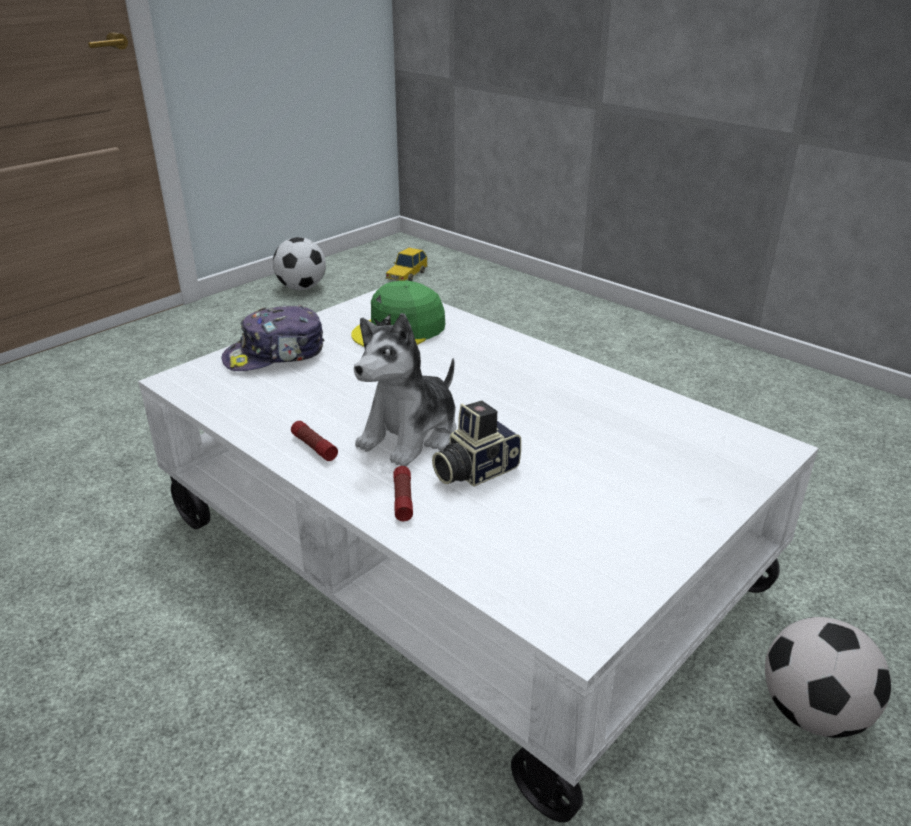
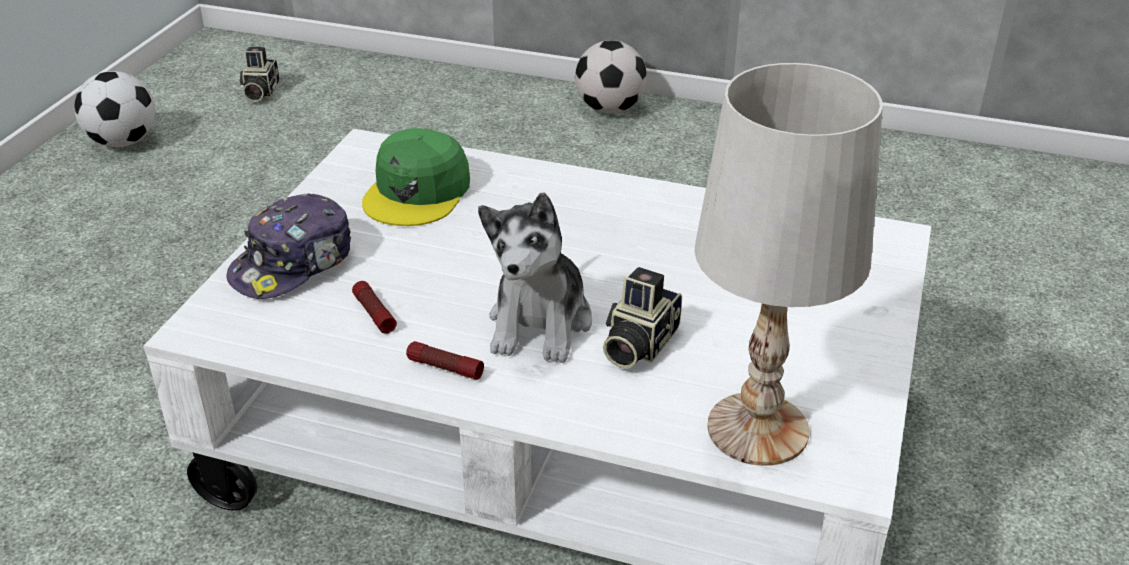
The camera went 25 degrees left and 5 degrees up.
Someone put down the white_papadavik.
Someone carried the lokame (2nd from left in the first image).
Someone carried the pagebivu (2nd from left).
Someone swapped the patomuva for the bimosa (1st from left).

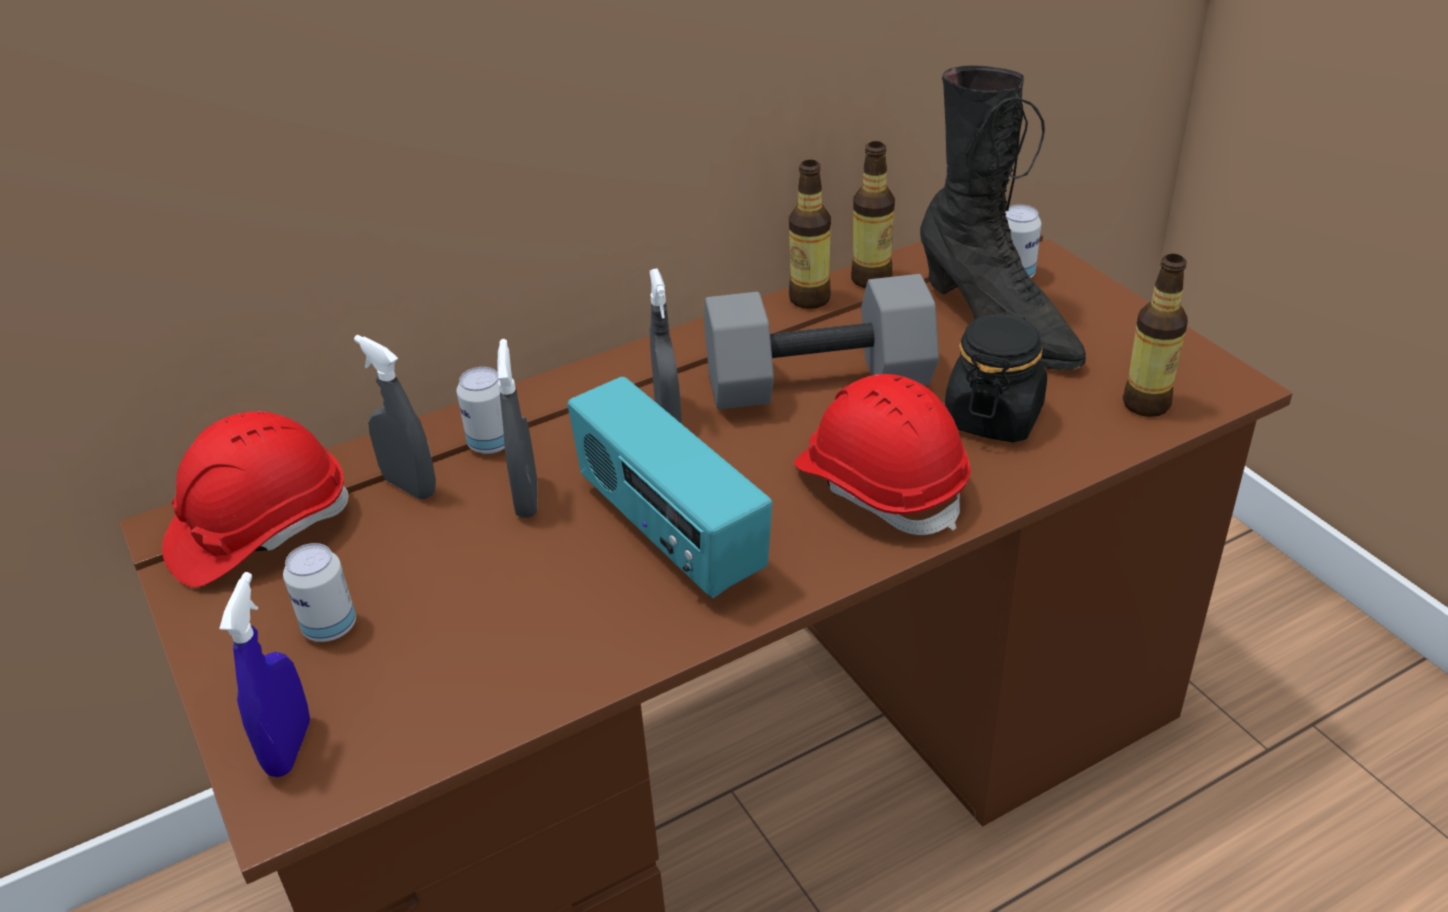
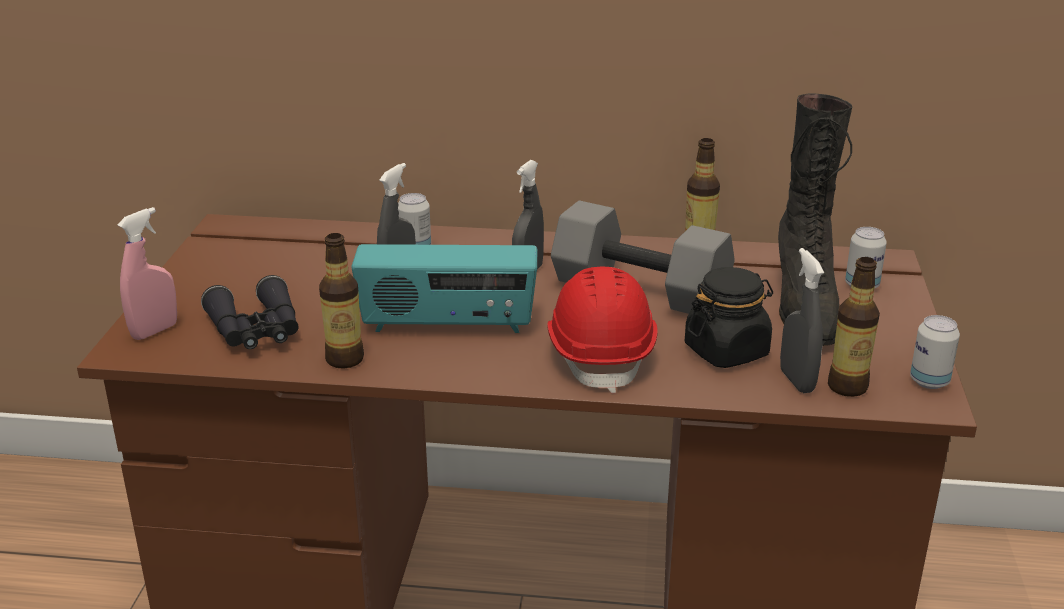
The camera went 35 degrees right and 10 degrees down.
Someone took away the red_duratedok (1st from left).
Someone put down the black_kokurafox.
Someone carried the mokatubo (1st from left in the first image).
Someone carried the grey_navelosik (1st from left in the first image).
Someone carried the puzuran (2nd from left in the first image).
Someone repainted the blue_navelosik, which became the pink_navelosik.
Someone rotated the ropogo by 90 degrees counterclockwise.

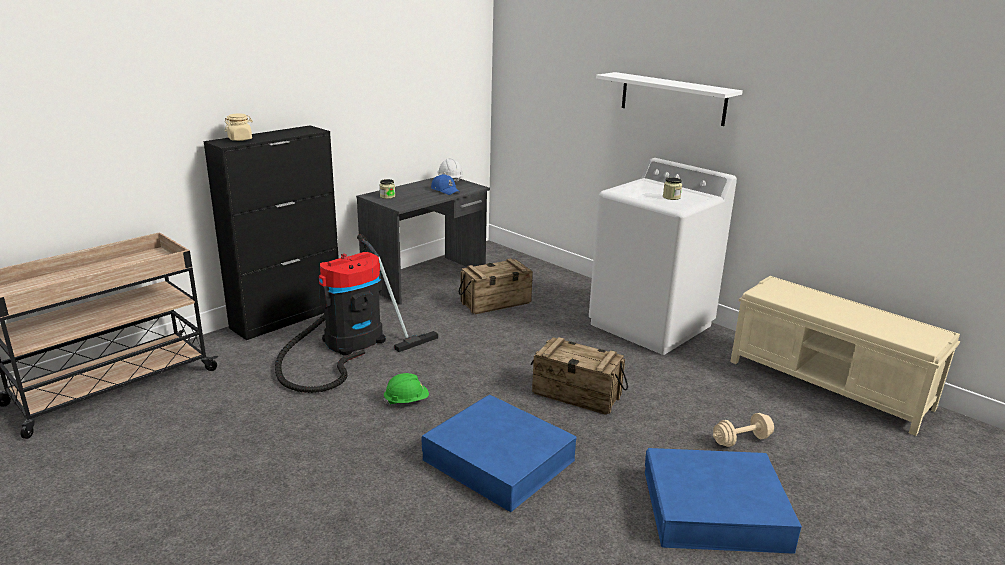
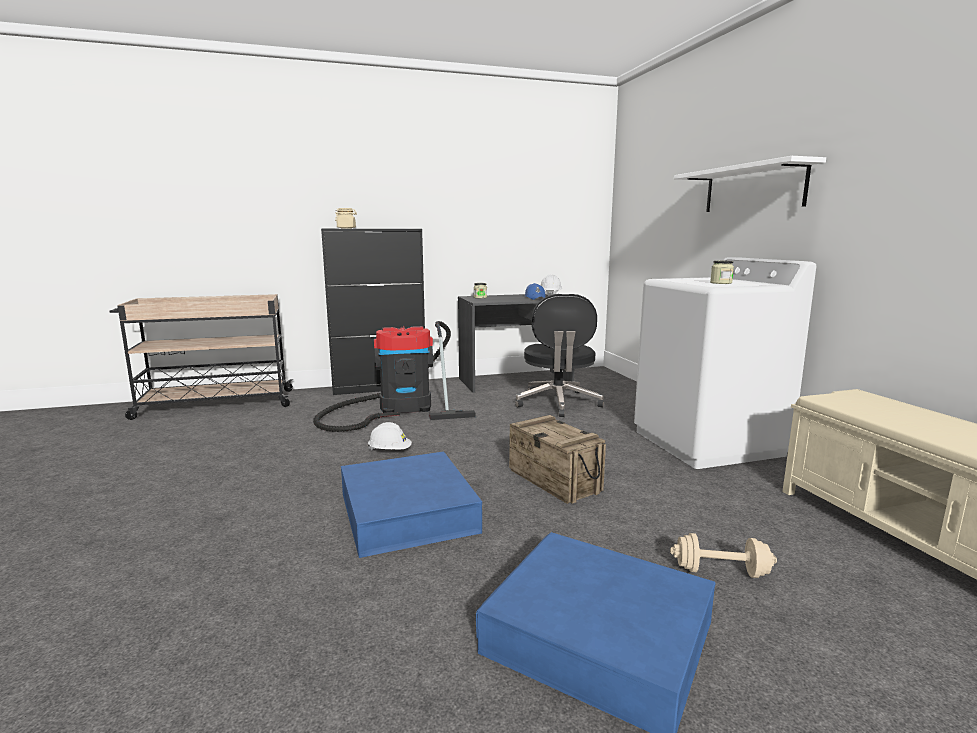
The camera went 30 degrees right and 10 degrees down.
Someone swapped the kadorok (1st from left) for the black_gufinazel.
Someone repainted the green_duratedok, which became the white_duratedok (1st from left).

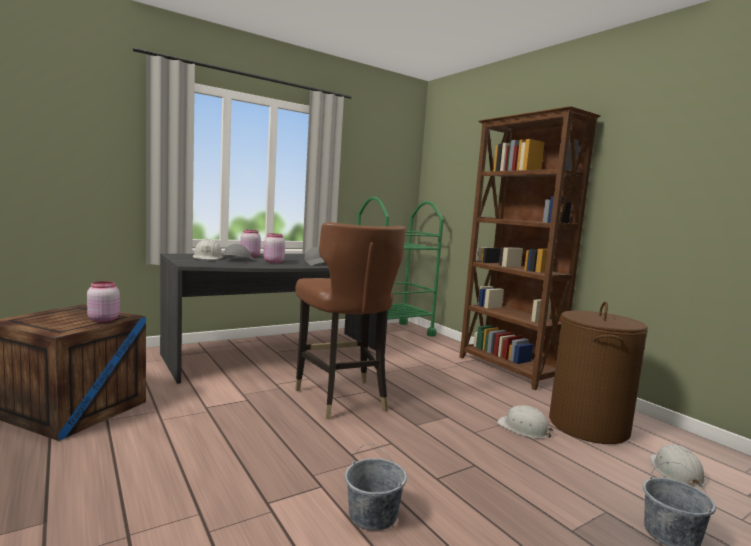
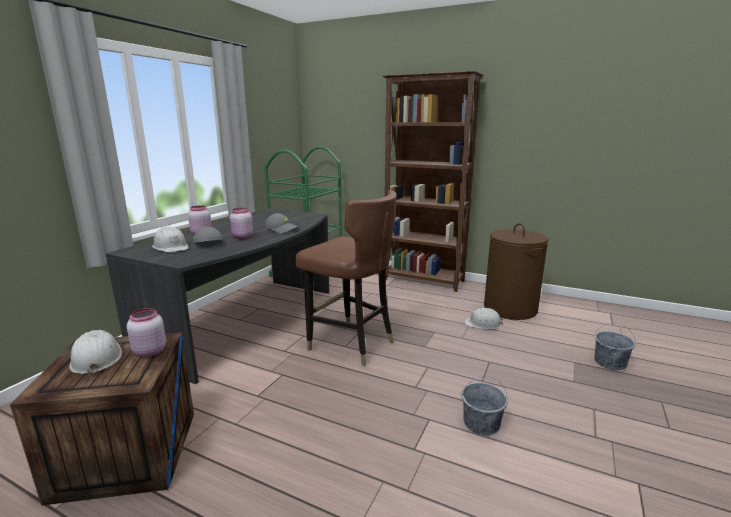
The camera went 30 degrees left and 10 degrees up.
Someone carried the white_duratedok (3rd from left in the first image).

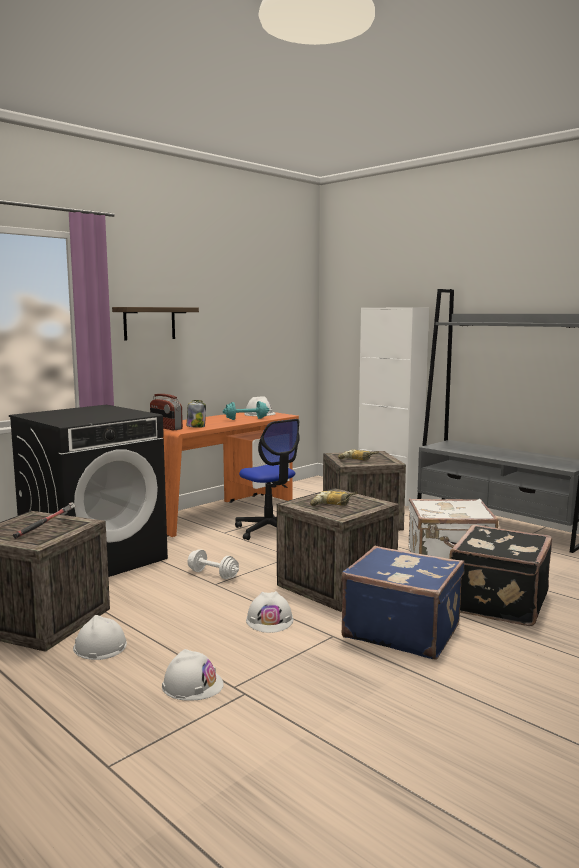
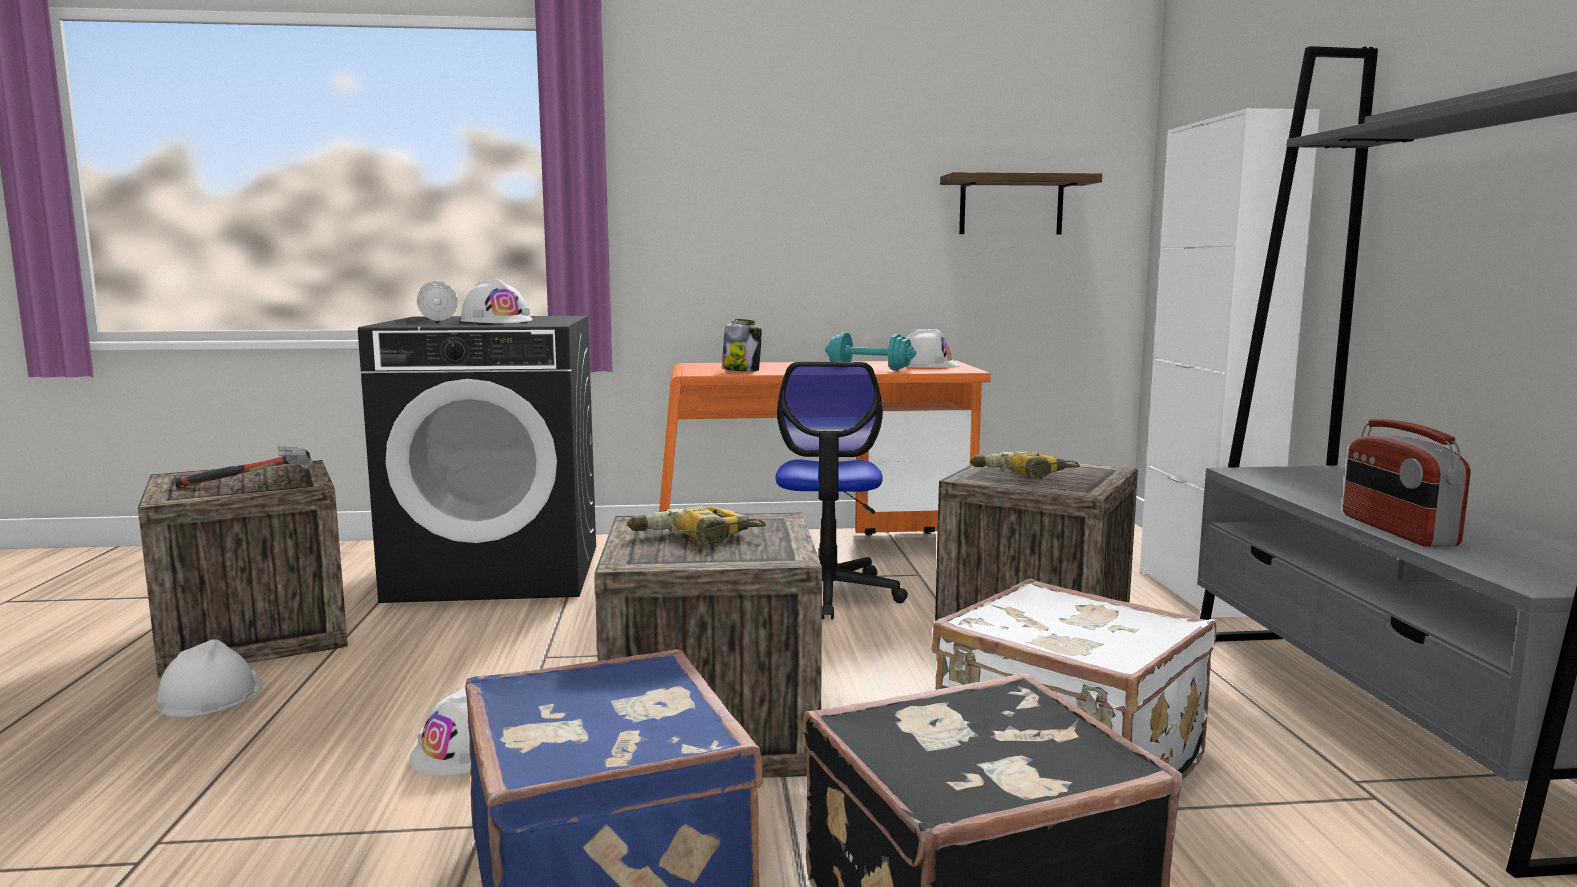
The camera went 40 degrees right and 0 degrees up.
Someone carried the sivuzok.
Someone carried the ropogo.
Someone carried the white_duratedok (2nd from left in the first image).
Someone carried the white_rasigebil.

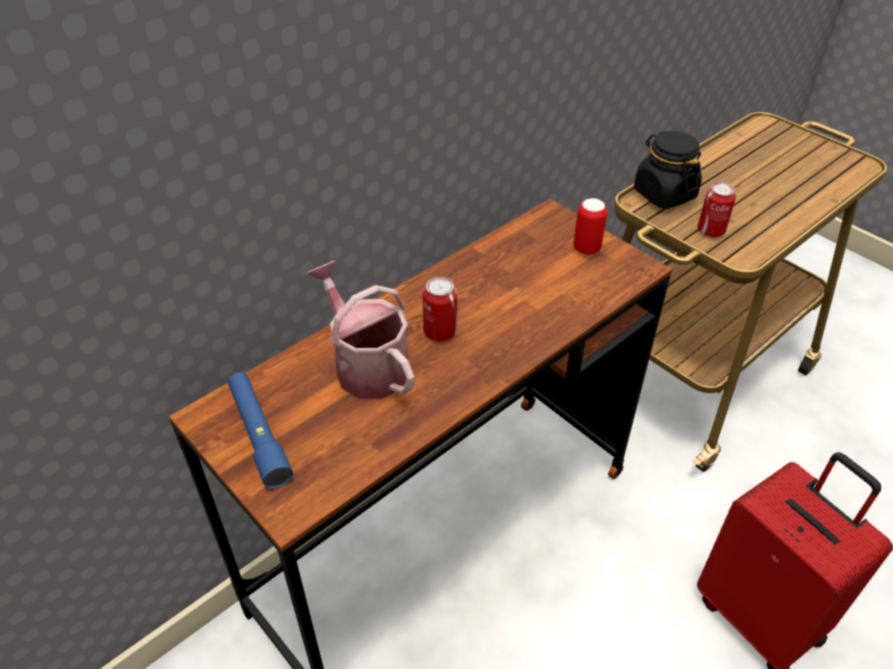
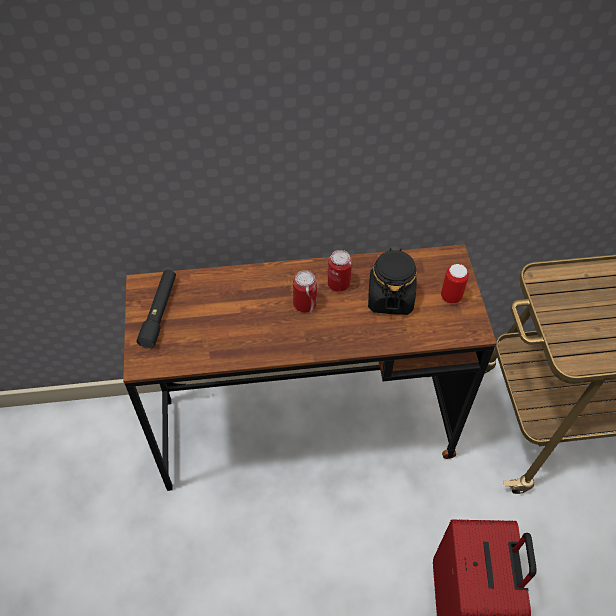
The camera went 35 degrees right and 10 degrees up.
Someone took away the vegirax.
Someone carried the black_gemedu.
Someone carried the mokatubo (3rd from left in the first image).
Someone repainted the blue_lokame, which became the black_lokame.

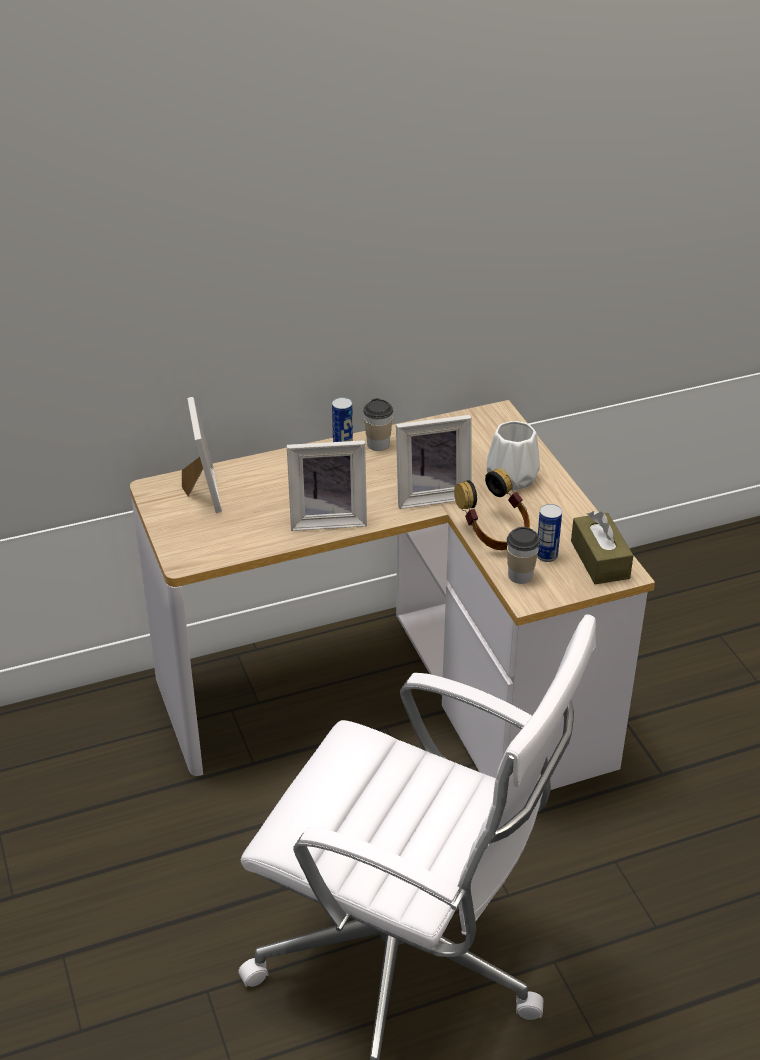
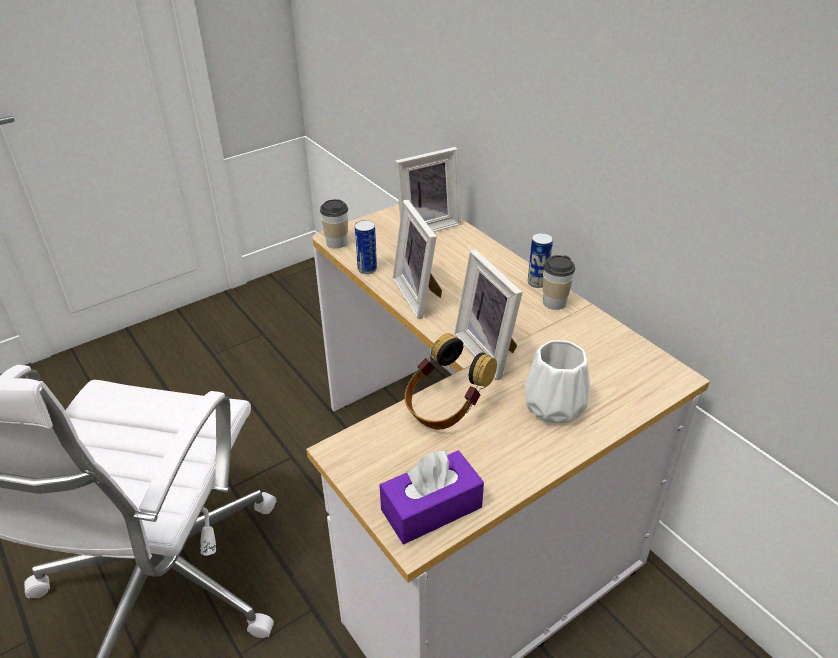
The camera went 75 degrees right and 0 degrees up.
Someone carried the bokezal (2nd from left in the first image).
Someone carried the mokatubo (2nd from left in the first image).
Someone repainted the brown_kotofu, which became the purple_kotofu.

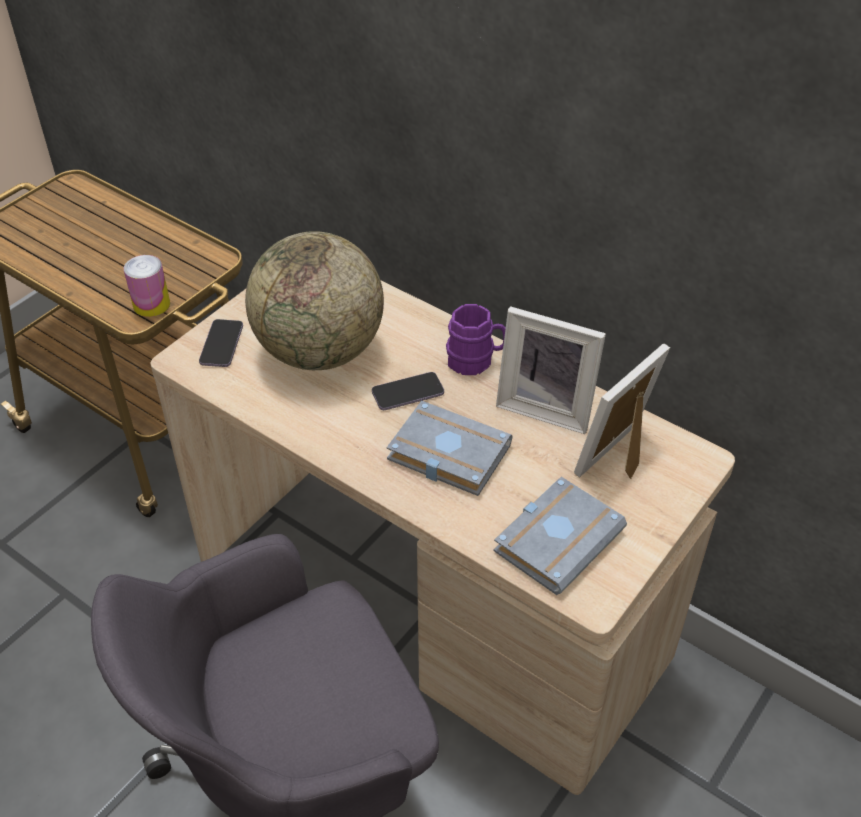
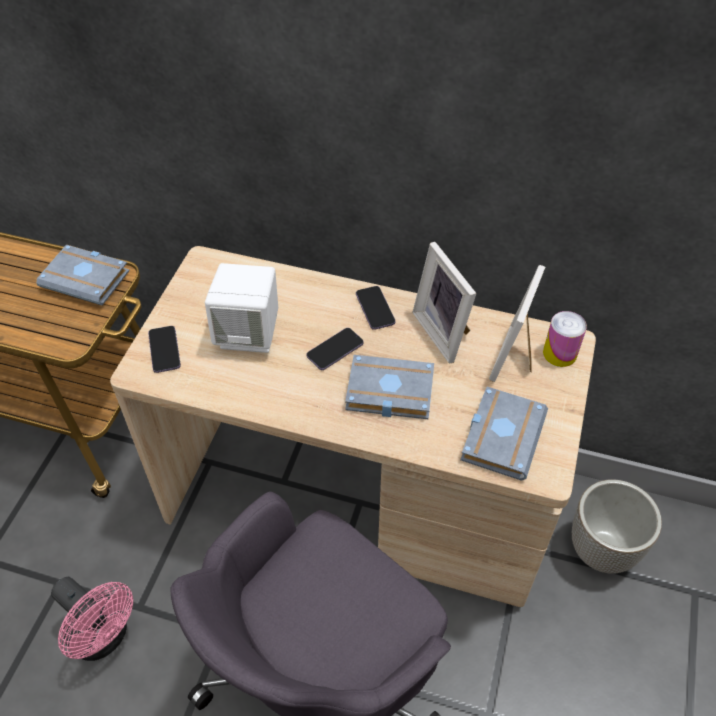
The camera went 20 degrees left and 5 degrees up.
Someone put down the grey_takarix (1st from left).
Someone put down the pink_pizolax.
Someone put down the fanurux.
Someone carried the mokatubo.
Someone swapped the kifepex for the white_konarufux.
Someone swapped the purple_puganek for the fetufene (3rd from left).
Someone rotated the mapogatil (1st from left) by 60 degrees clockwise.

